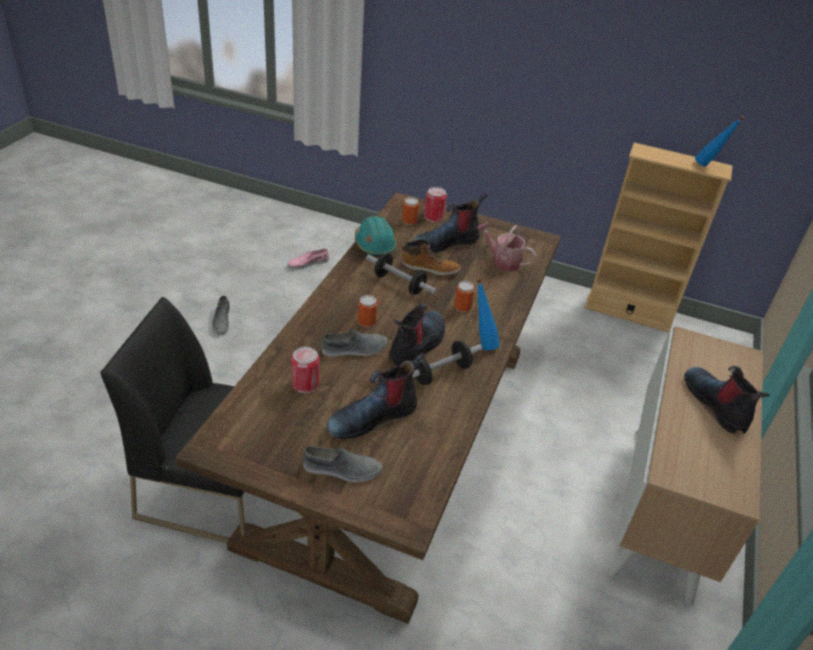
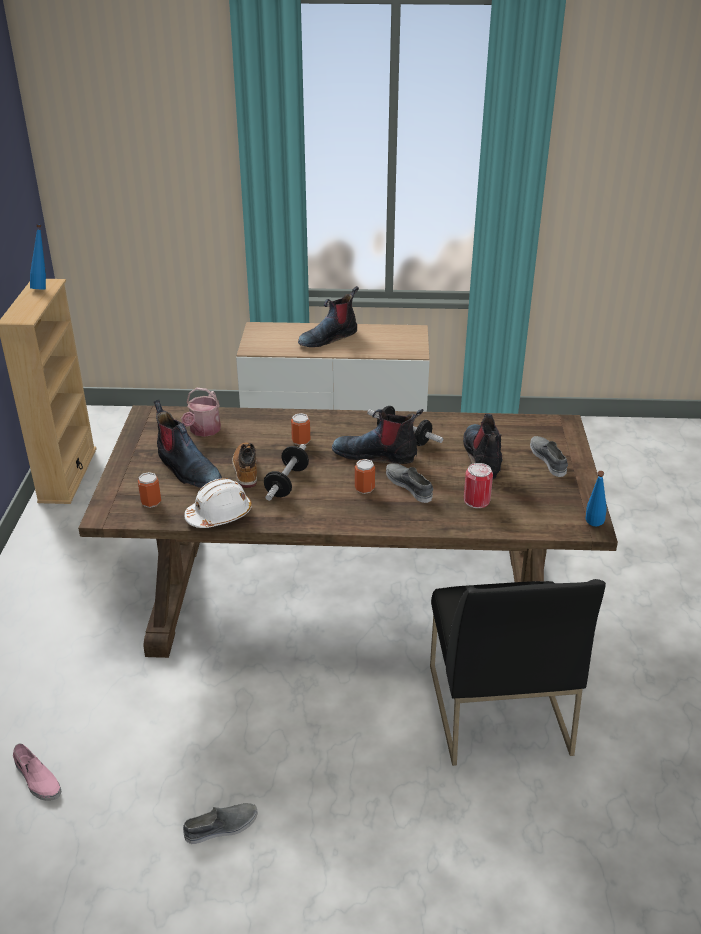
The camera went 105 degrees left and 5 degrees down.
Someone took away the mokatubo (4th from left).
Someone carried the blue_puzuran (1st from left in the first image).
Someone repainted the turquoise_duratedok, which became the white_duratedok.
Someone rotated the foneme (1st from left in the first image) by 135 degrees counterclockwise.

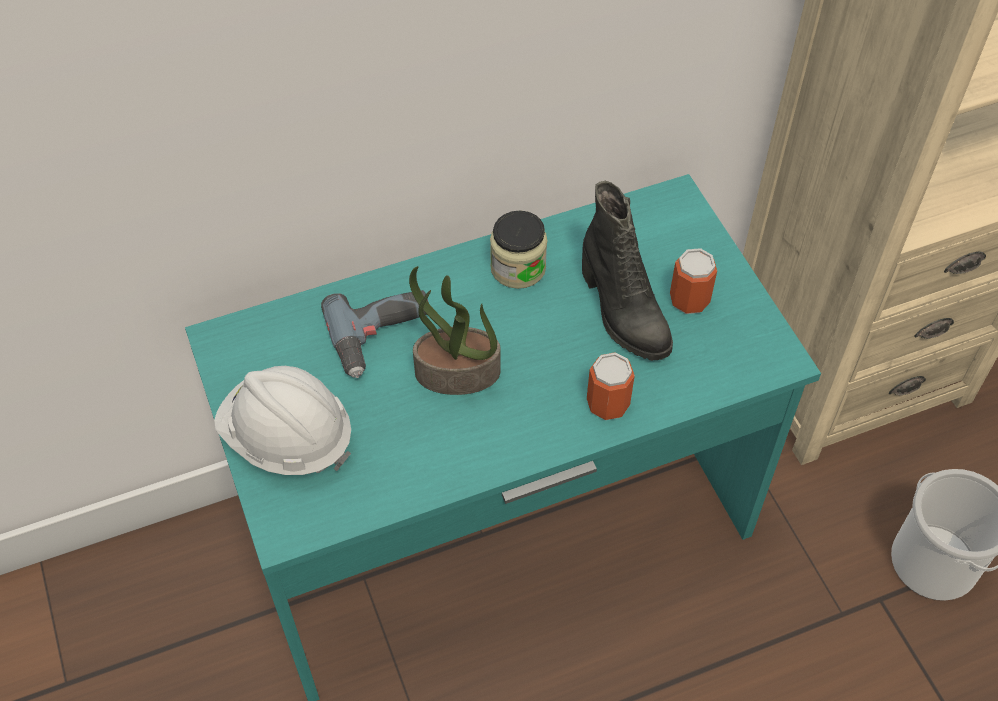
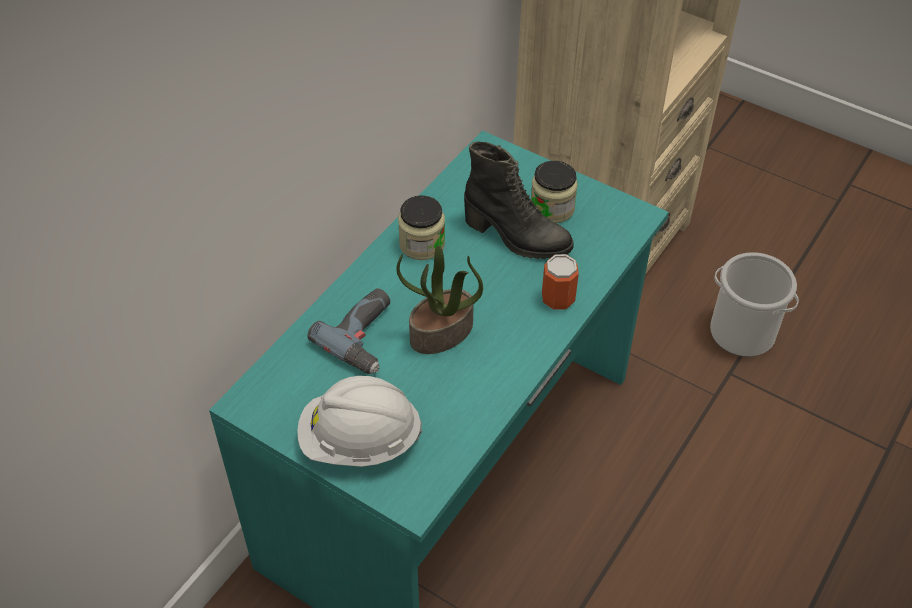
The camera went 35 degrees left and 5 degrees down.
Someone swapped the mokatubo (2nd from left) for the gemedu (2nd from left).

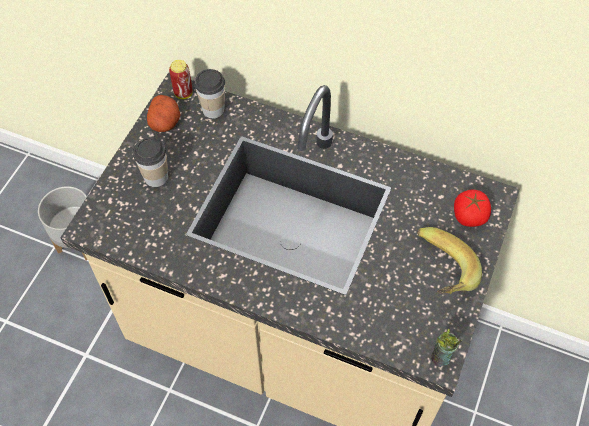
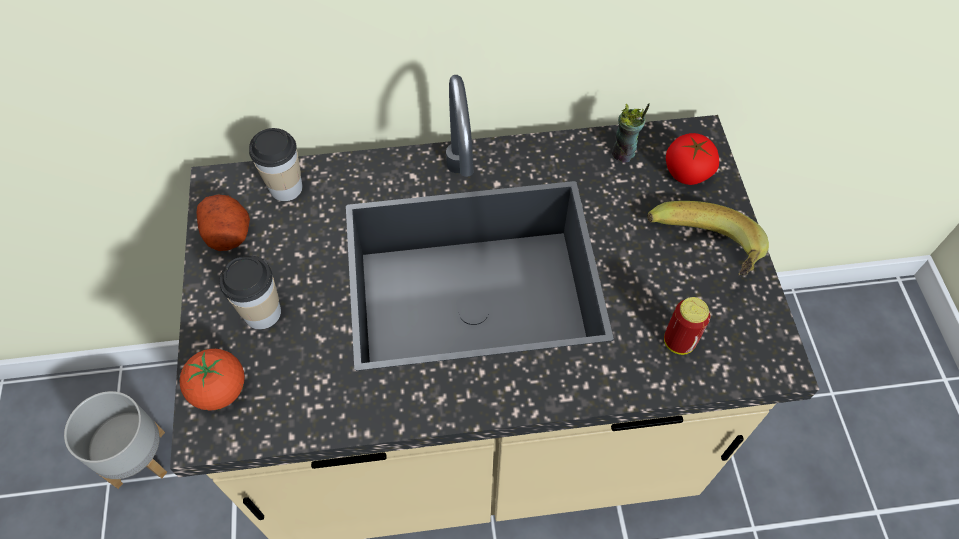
The camera went 30 degrees left and 0 degrees up.
Someone put down the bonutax (1st from left).
Someone carried the mokatubo.
Someone carried the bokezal (3rd from left).

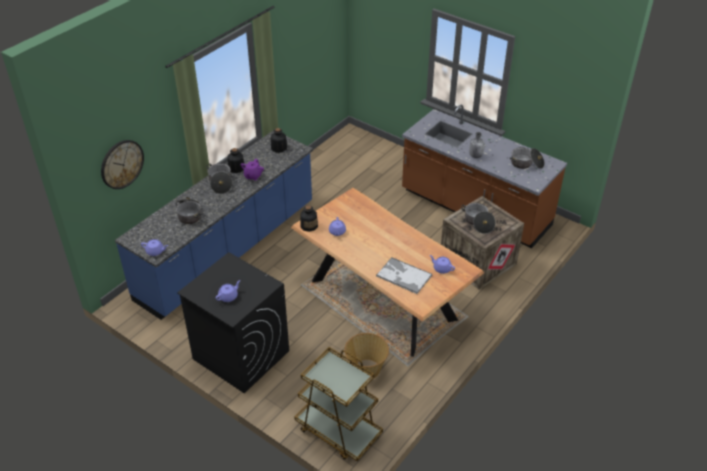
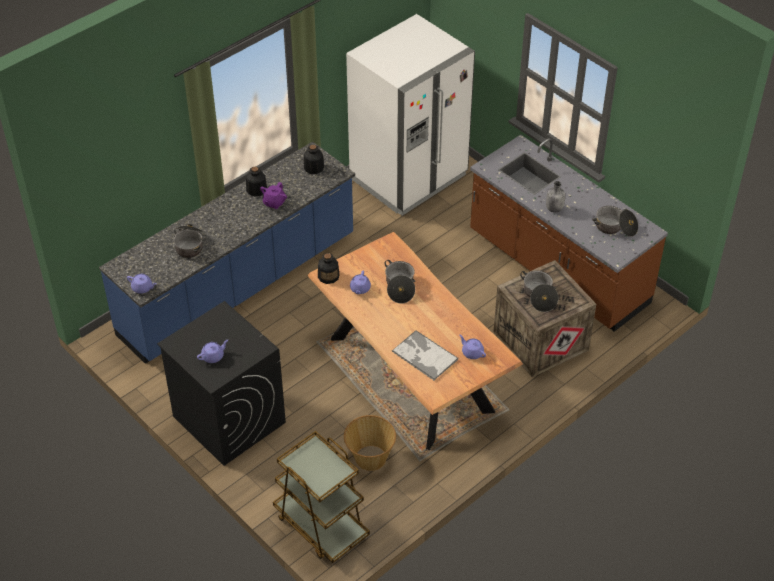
The camera went 10 degrees right and 5 degrees up.
Someone took away the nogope.
Someone put down the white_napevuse.
Someone carried the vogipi (2nd from left).

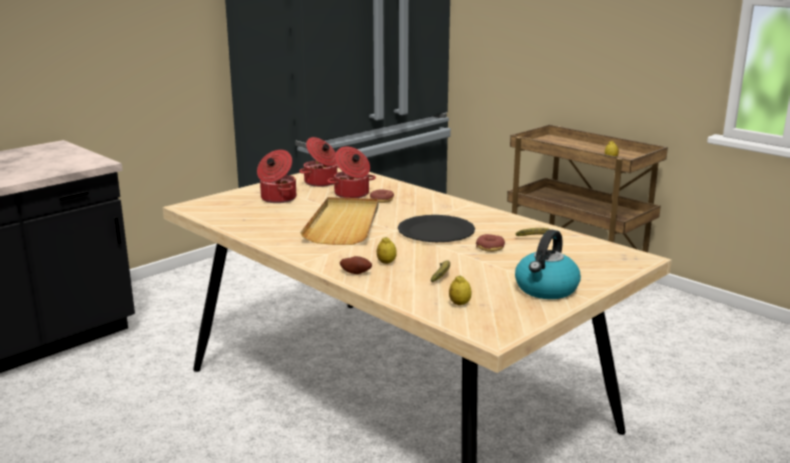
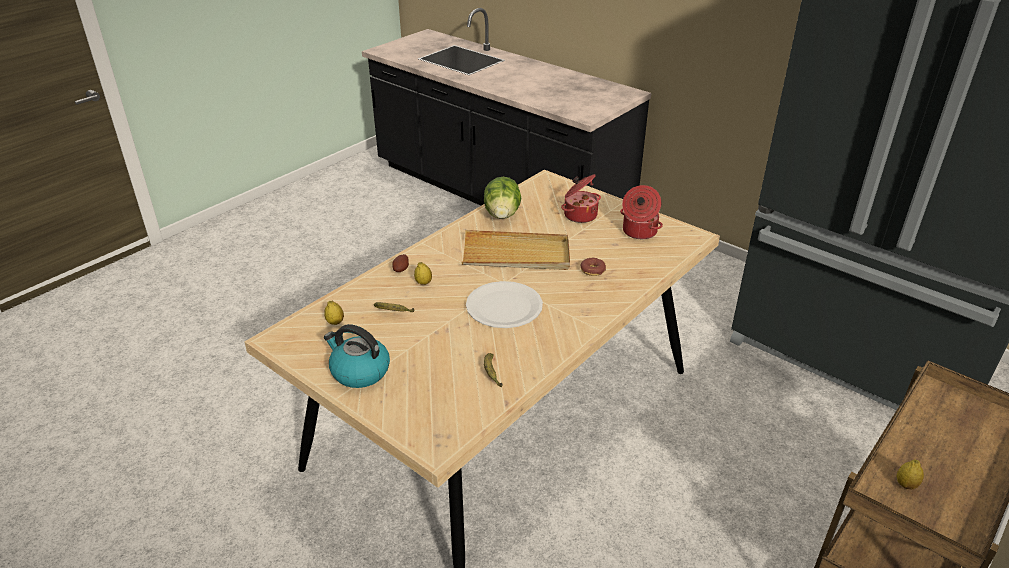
The camera went 85 degrees right and 15 degrees up.
Someone took away the vogipi (3rd from left).
Someone took away the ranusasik (2nd from left).
Someone put down the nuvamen.
Someone repainted the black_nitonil, which became the white_nitonil.

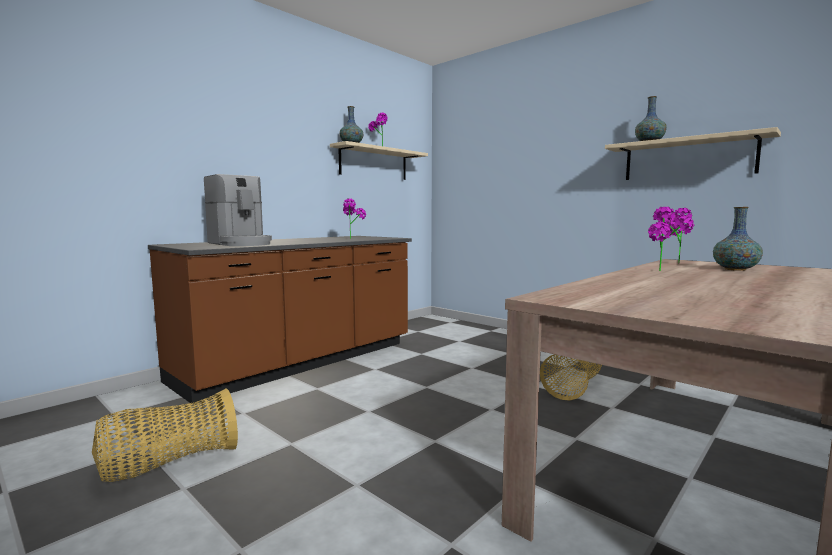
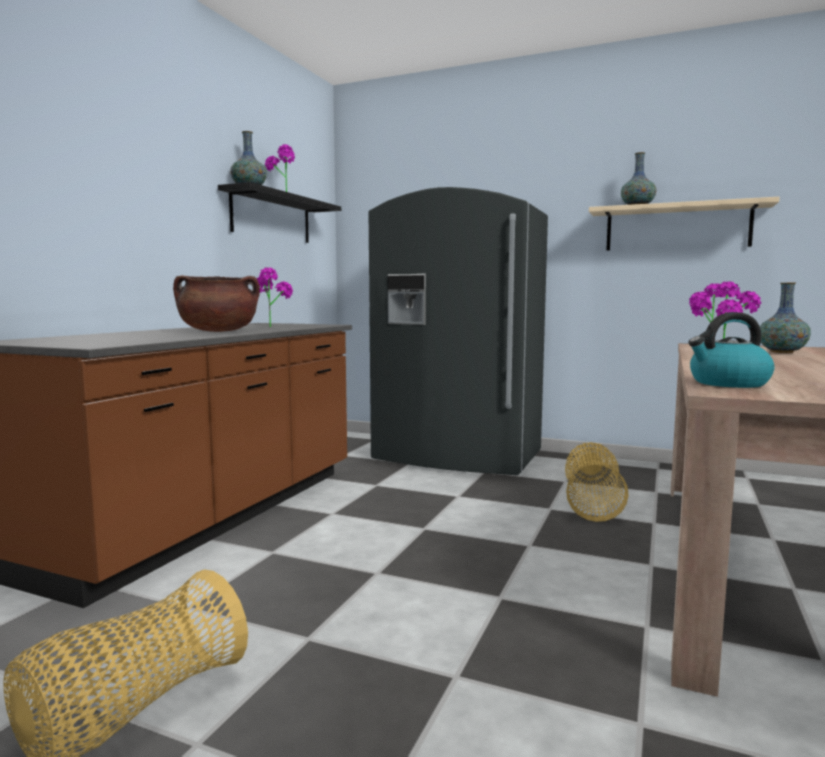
The camera went 20 degrees left and 0 degrees up.
Someone took away the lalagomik.
Someone put down the brown_vogipi.
Someone put down the grey_napevuse.
Someone put down the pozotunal.
Someone repainted the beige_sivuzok (1st from left), which became the black_sivuzok.

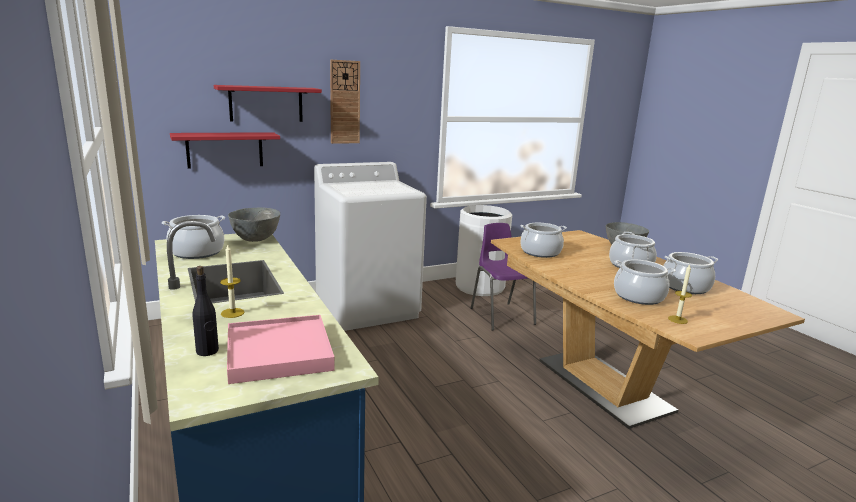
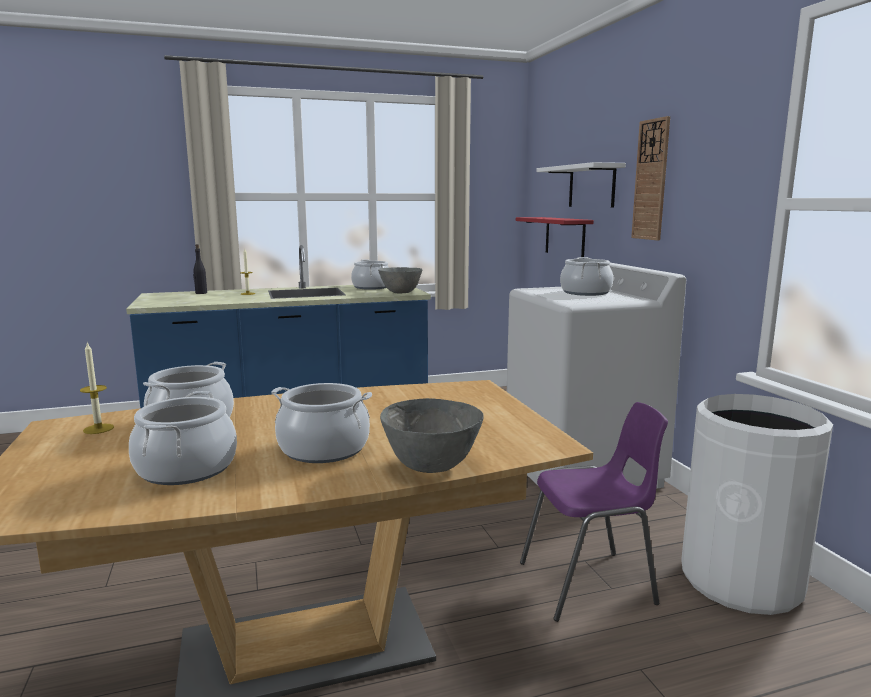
The camera went 100 degrees right and 5 degrees down.
Someone took away the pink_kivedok.
Someone carried the vogipi (2nd from left in the first image).
Someone repainted the red_sivuzok (2nd from left), which became the white_sivuzok.

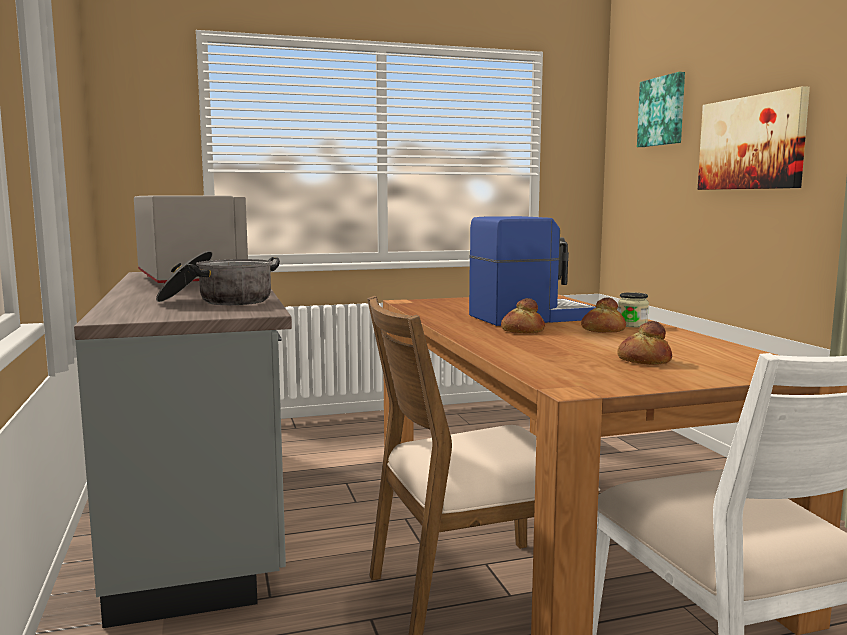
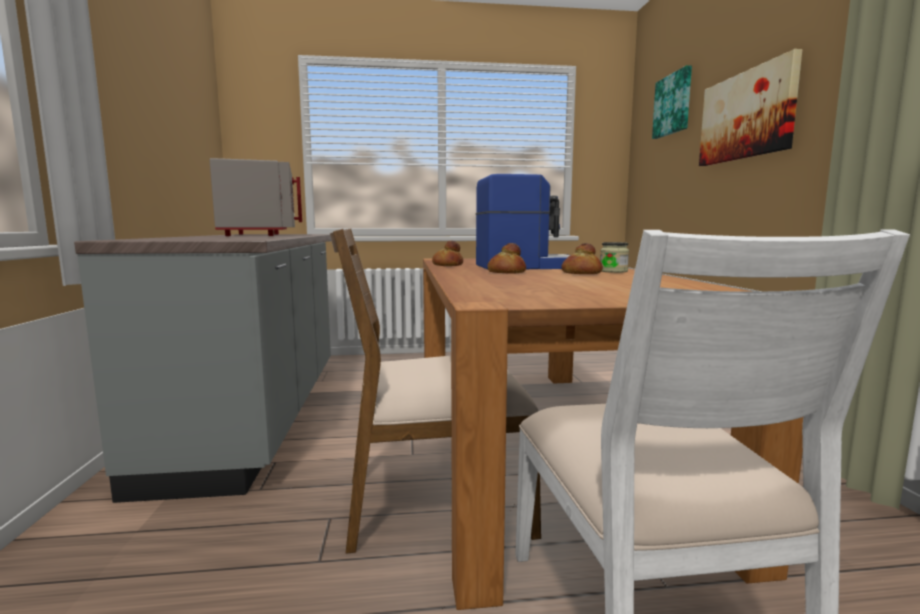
The camera went 10 degrees right and 0 degrees up.
Someone took away the vogipi.
Someone carried the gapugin (3rd from left in the first image).

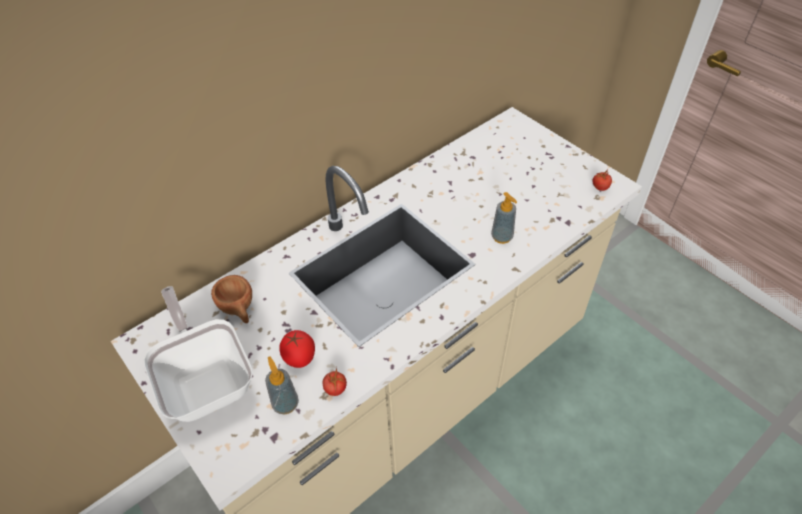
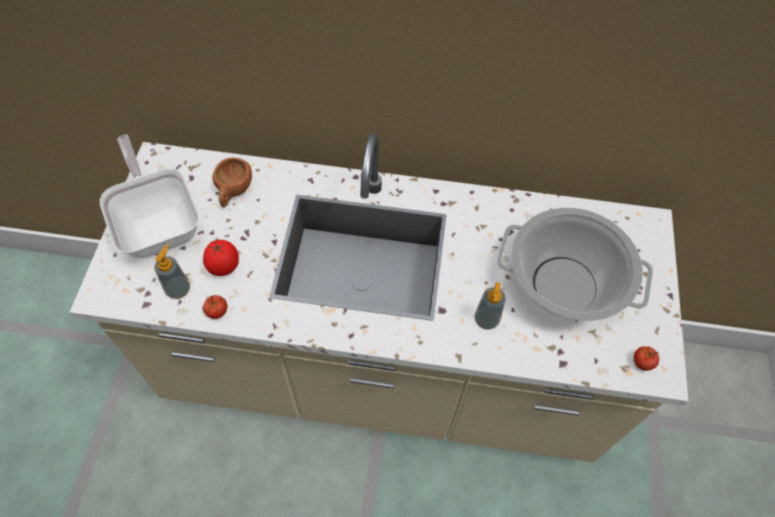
The camera went 45 degrees right and 10 degrees up.
Someone put down the vogipi.
Someone rotated the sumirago by 45 degrees counterclockwise.

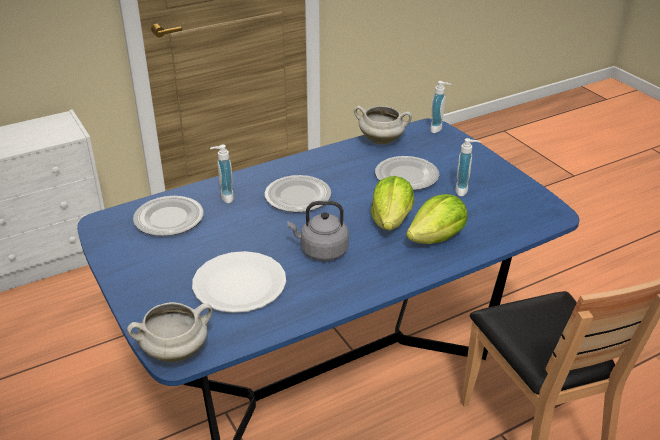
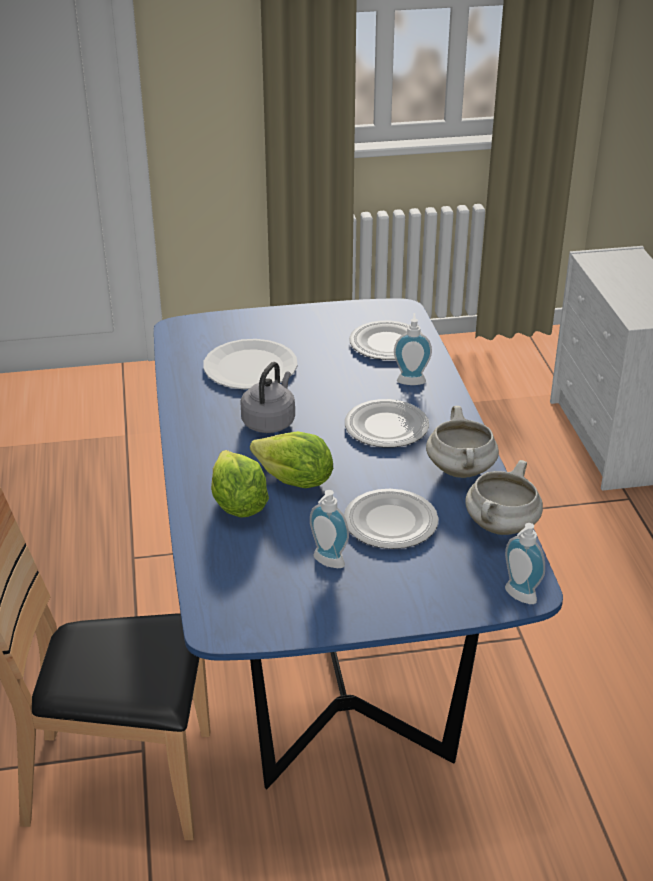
The camera went 110 degrees right and 0 degrees up.
Someone carried the white_vogipi (1st from left).

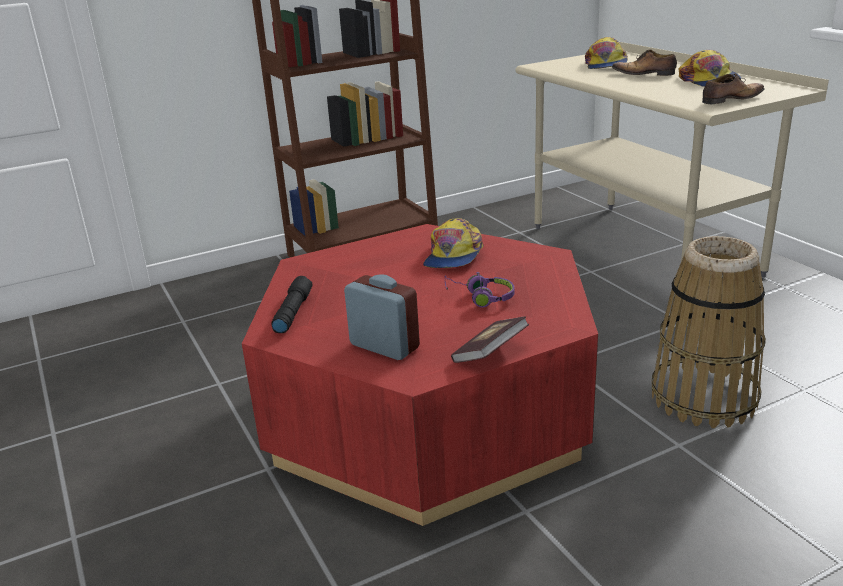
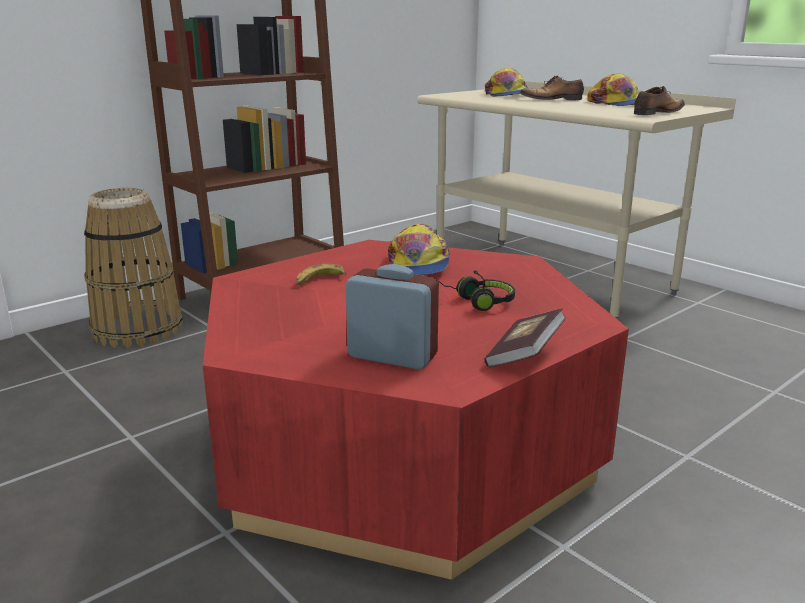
The camera went 15 degrees left and 5 degrees down.
Someone took away the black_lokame.
Someone put down the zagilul.
Someone carried the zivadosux.
Someone repainted the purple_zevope, which became the black_zevope.

